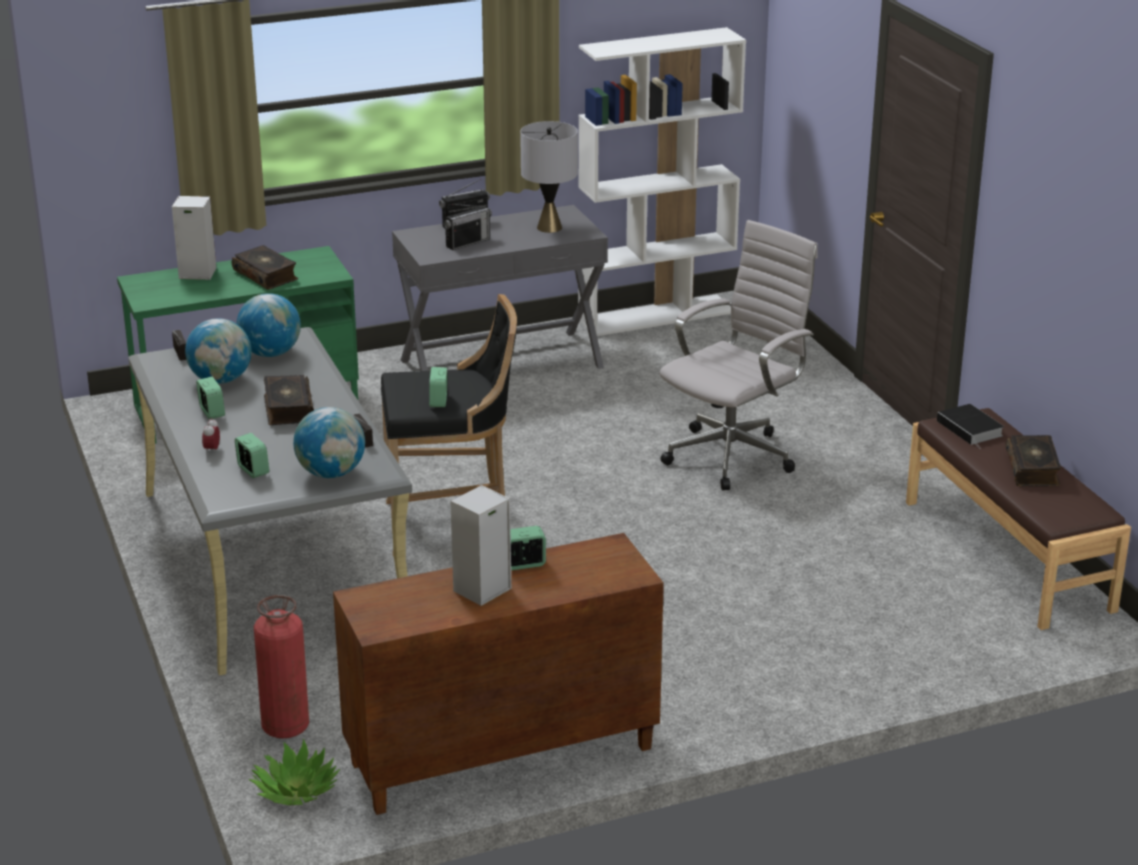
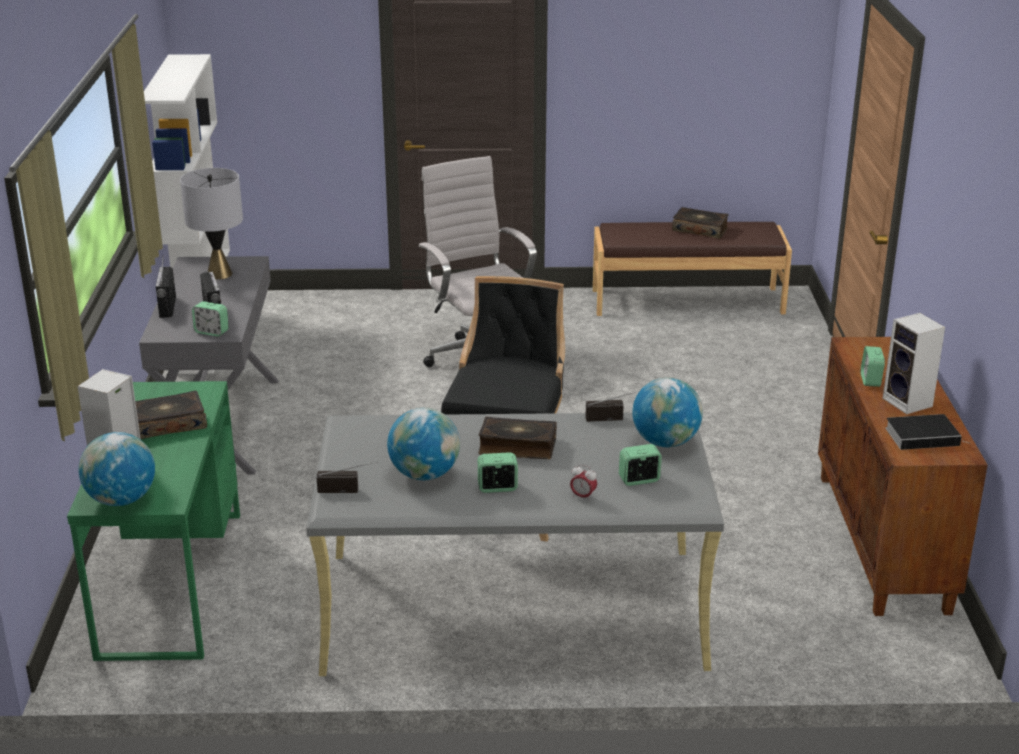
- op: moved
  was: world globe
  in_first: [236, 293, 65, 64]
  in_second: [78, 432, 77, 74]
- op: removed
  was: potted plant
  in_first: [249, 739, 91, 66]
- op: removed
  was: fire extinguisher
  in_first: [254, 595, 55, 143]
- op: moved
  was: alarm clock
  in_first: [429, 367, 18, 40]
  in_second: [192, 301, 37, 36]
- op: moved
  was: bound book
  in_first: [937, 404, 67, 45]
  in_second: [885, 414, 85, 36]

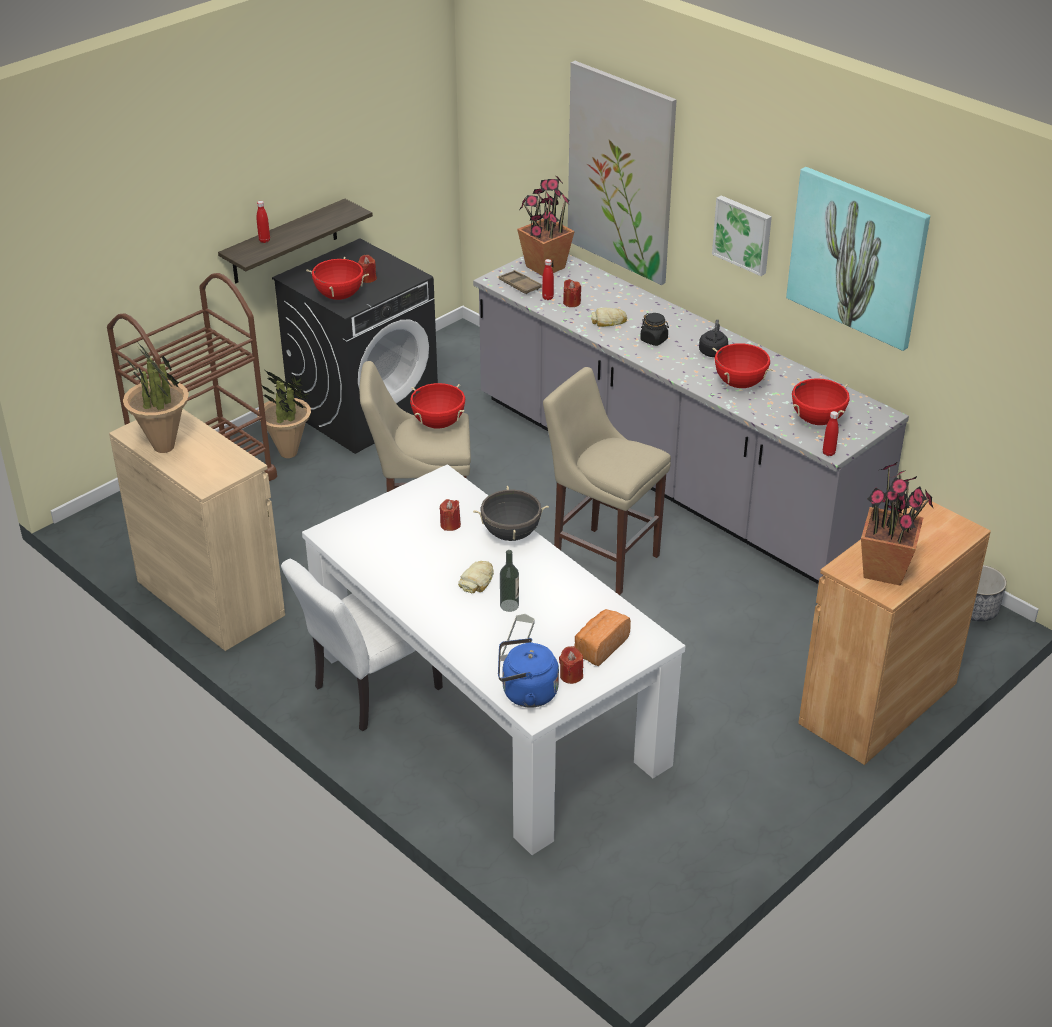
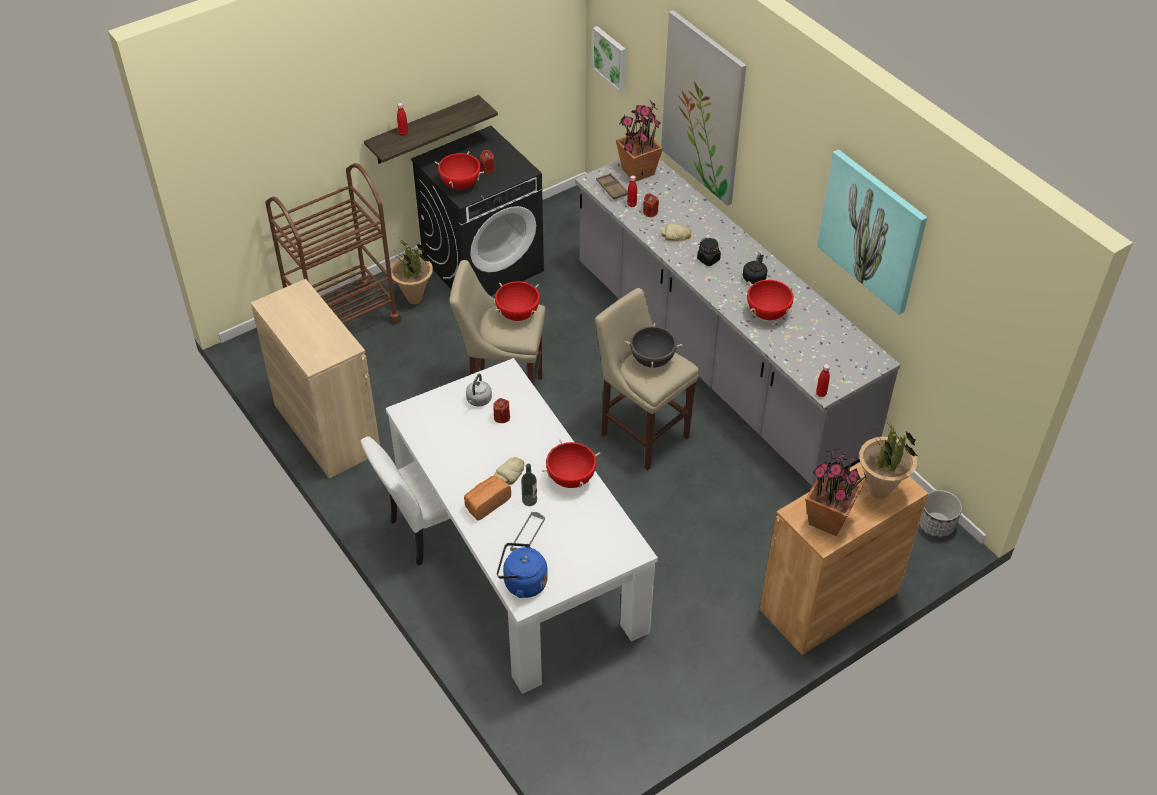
- op: moved
  was: potted plant
  in_first: [123, 343, 66, 110]
  in_second: [859, 417, 59, 82]
- op: moved
  was: black-coloured saucepot
  in_first: [473, 486, 76, 55]
  in_second: [625, 323, 57, 45]
- op: removed
  was: reddish wax candle
  in_first: [559, 646, 24, 38]
- op: moved
  was: bread
  in_first: [574, 609, 57, 57]
  in_second: [464, 476, 47, 45]
- op: moved
  was: wall picture
  in_first: [712, 195, 60, 81]
  in_second: [592, 26, 34, 65]
- op: moved
  was: reddish saucepot
  in_first: [792, 378, 58, 47]
  in_second: [542, 440, 59, 48]
- op: added
  now: gray water kettle
  in_second: [466, 374, 26, 32]

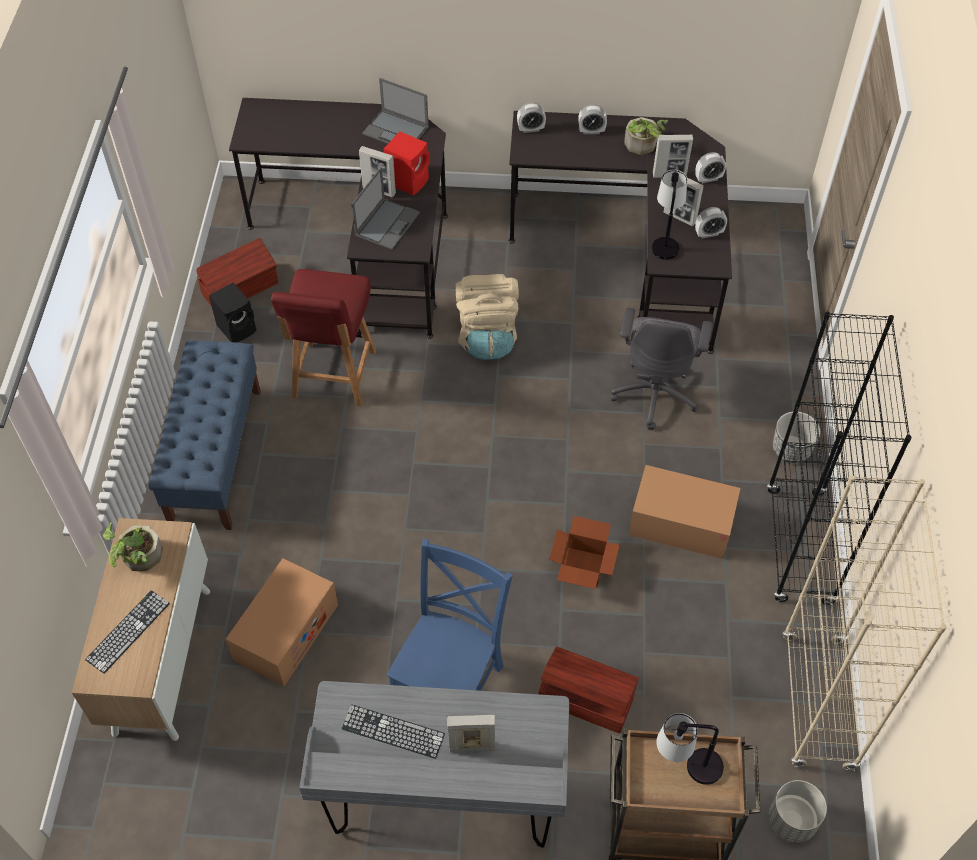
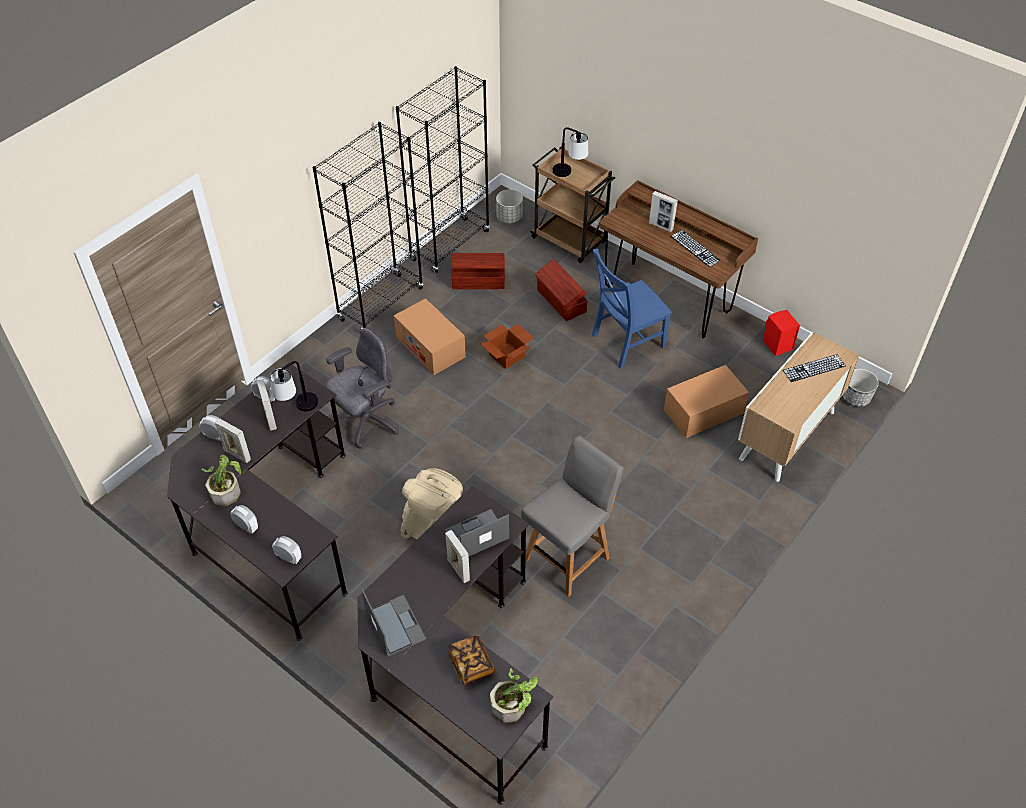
- op: moved
  was: potted plant
  in_first: [103, 522, 60, 49]
  in_second: [490, 668, 48, 55]
- op: removed
  was: blue-coloured bench
  in_first: [149, 341, 112, 189]
- op: moved
  was: brownish storage container
  in_first: [197, 238, 82, 69]
  in_second: [451, 253, 54, 36]
- op: removed
  was: black-coloured audio speaker
  in_first: [209, 283, 48, 60]
- op: recoloured
  was: reddish chair
  now: gray chair
  in_first: [271, 269, 105, 137]
  in_second: [521, 436, 103, 161]
- op: recoloured
  was: gray desk
  now: brownish desk
  in_first: [299, 681, 270, 167]
  in_second: [599, 180, 159, 158]
- op: moved
  was: reddish audio speaker
  in_first: [384, 132, 46, 63]
  in_second: [763, 310, 37, 46]
- op: moved
  was: planter
  in_first: [773, 412, 47, 51]
  in_second: [842, 368, 37, 39]
- op: recoloured
  was: beige-coloured bookcase
  now: black-coloured bookcase
  in_first: [783, 475, 164, 296]
  in_second: [396, 66, 94, 208]
- op: added
  now: bound book
  in_second: [448, 635, 48, 50]

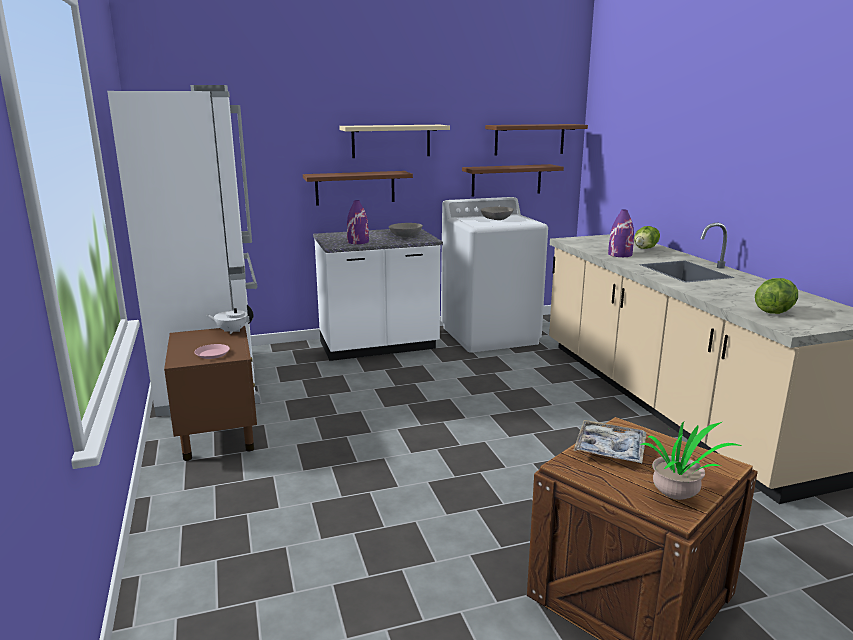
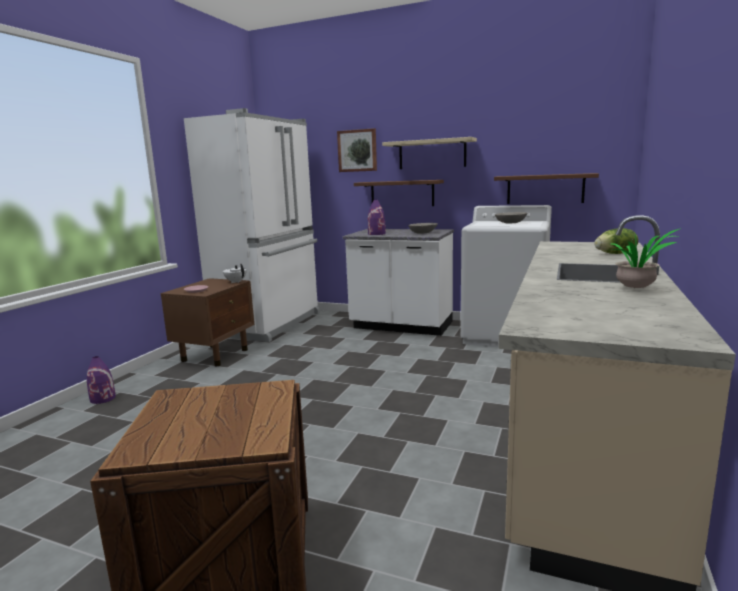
- op: removed
  was: brownish wall shelf
  in_first: [485, 124, 103, 31]
- op: removed
  was: serving tray
  in_first: [573, 420, 73, 43]
- op: moved
  was: purplish vase
  in_first: [608, 209, 26, 48]
  in_second: [87, 356, 29, 48]
- op: moved
  was: potted plant
  in_first: [640, 422, 101, 78]
  in_second: [611, 228, 70, 60]
- op: removed
  was: head of lettuce
  in_first: [755, 278, 43, 36]
- op: added
  now: wall picture
  in_second: [337, 128, 40, 44]

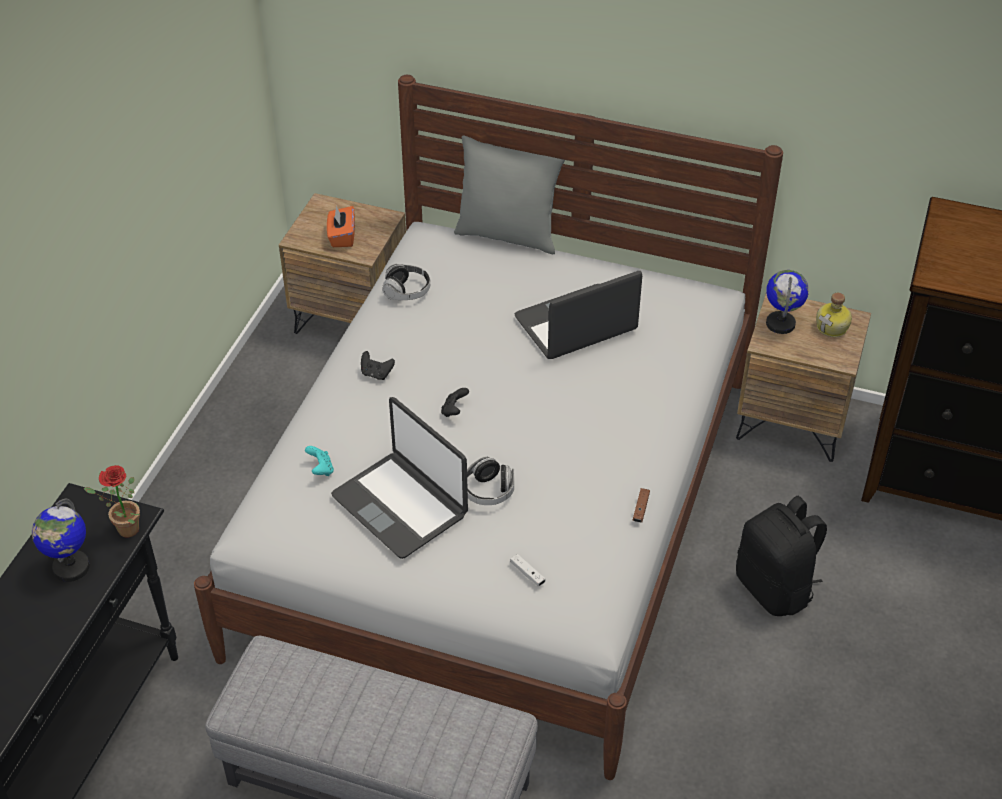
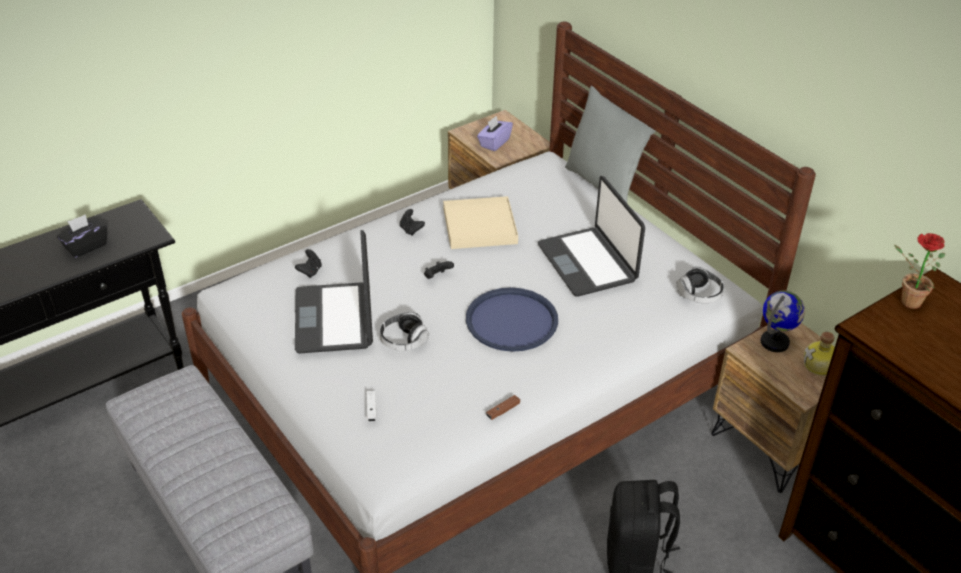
- op: replaced
  was: world globe
  now: black-coloured tissue box
  in_first: [32, 499, 58, 83]
  in_second: [57, 214, 50, 44]
- op: moved
  was: potted plant
  in_first: [84, 465, 56, 73]
  in_second: [894, 233, 51, 76]
- op: recoloured
  was: turquoise-coloured joypad
  now: black-coloured joypad
  in_first: [305, 446, 29, 30]
  in_second: [295, 249, 27, 29]
- op: recoloured
  was: orange-coloured tissue box
  now: purplish tissue box
  in_first: [327, 206, 28, 41]
  in_second: [477, 115, 36, 36]
- op: moved
  was: headset
  in_first: [382, 264, 48, 36]
  in_second: [676, 266, 48, 37]
- op: turned
  was: notebook computer
  in_first: [514, 271, 128, 88]
  in_second: [538, 176, 107, 121]
  clockwise: -120
- op: added
  now: beige-coloured serving tray
  in_second: [443, 196, 75, 53]
- op: added
  now: blue-coloured serving tray
  in_second: [466, 287, 92, 65]

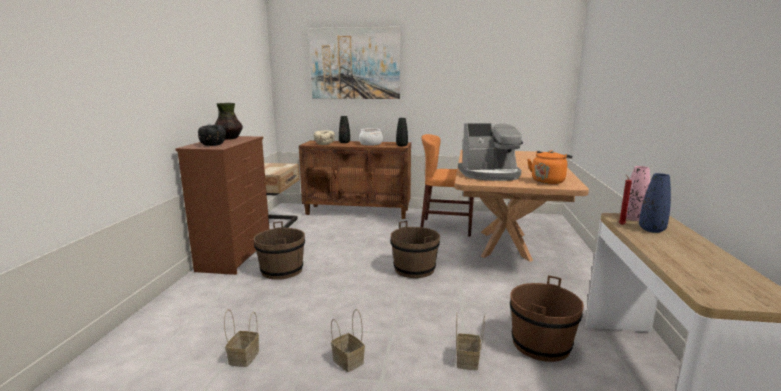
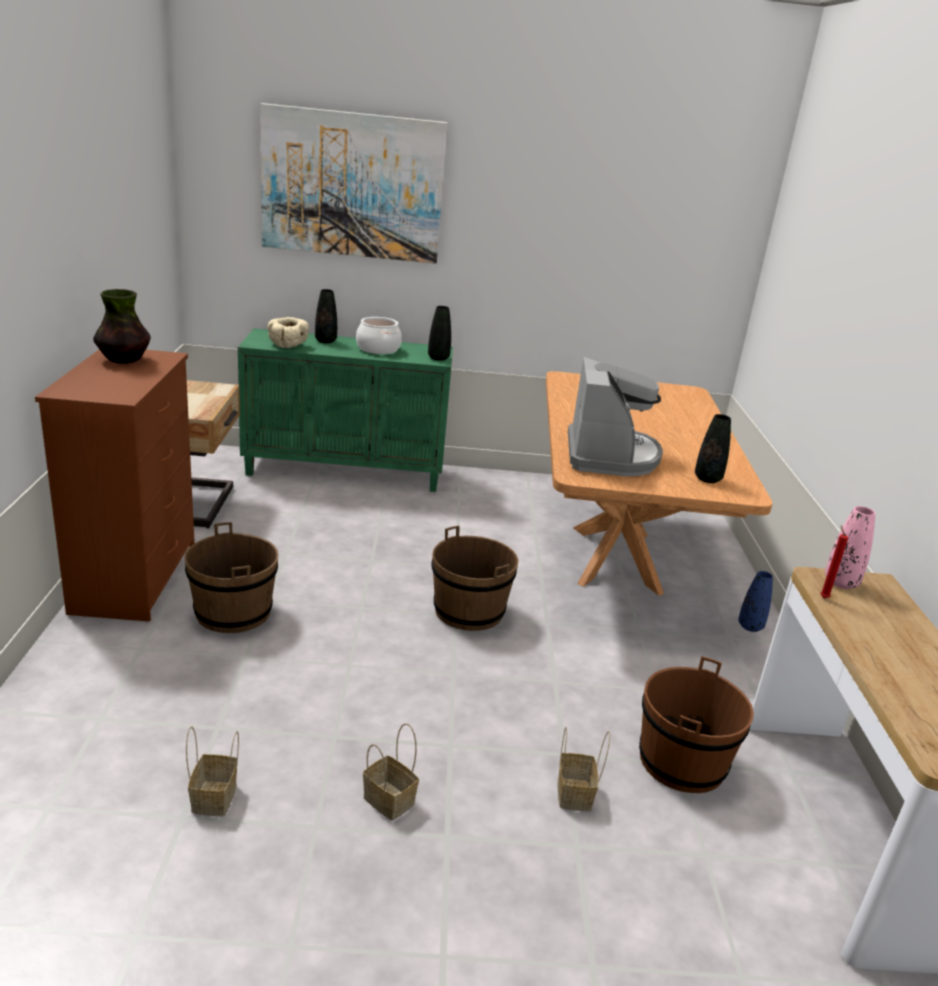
- op: removed
  was: black-coloured serving bowl
  in_first: [198, 125, 28, 21]
- op: recoloured
  was: brownish cupboard
  now: green cupboard
  in_first: [299, 140, 112, 79]
  in_second: [238, 328, 215, 164]
- op: removed
  was: orange-coloured chair
  in_first: [420, 134, 54, 103]
- op: turned
  was: coffee maker
  in_first: [458, 123, 65, 58]
  in_second: [568, 357, 95, 119]
  clockwise: -75
- op: replaced
  was: orange-coloured water kettle
  now: black-coloured vase
  in_first: [527, 150, 46, 34]
  in_second: [695, 414, 36, 69]
- op: moved
  was: blue-coloured vase
  in_first: [639, 173, 32, 60]
  in_second: [738, 571, 35, 61]

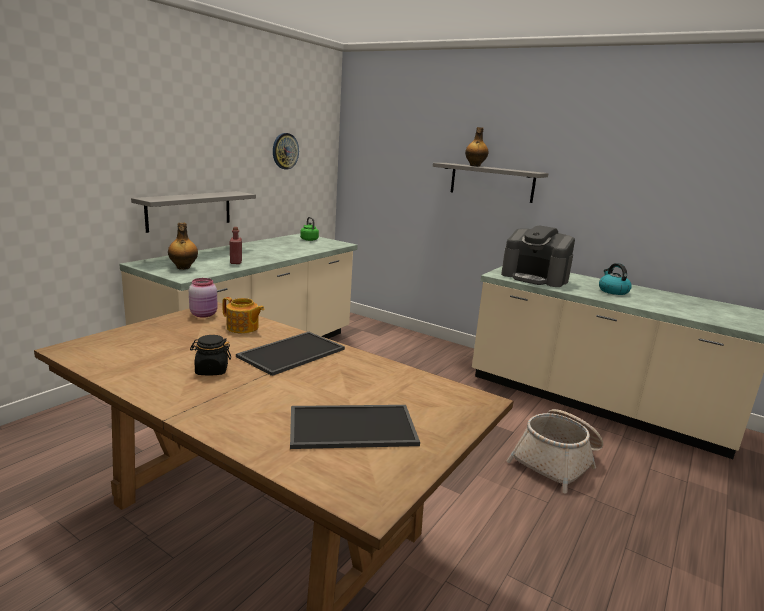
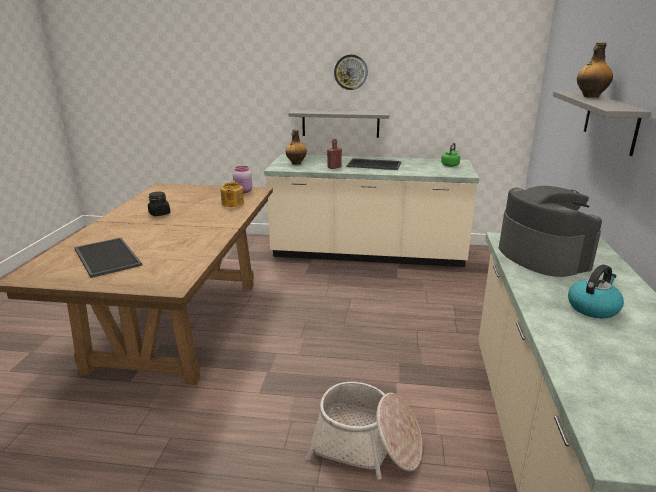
- op: moved
  was: serving tray
  in_first: [236, 332, 109, 44]
  in_second: [346, 158, 55, 12]
- op: moved
  was: clock on the wall
  in_first: [273, 133, 26, 36]
  in_second: [334, 55, 34, 35]
- op: turned
  was: coffee maker
  in_first: [501, 226, 74, 61]
  in_second: [499, 186, 103, 91]
  clockwise: 150

